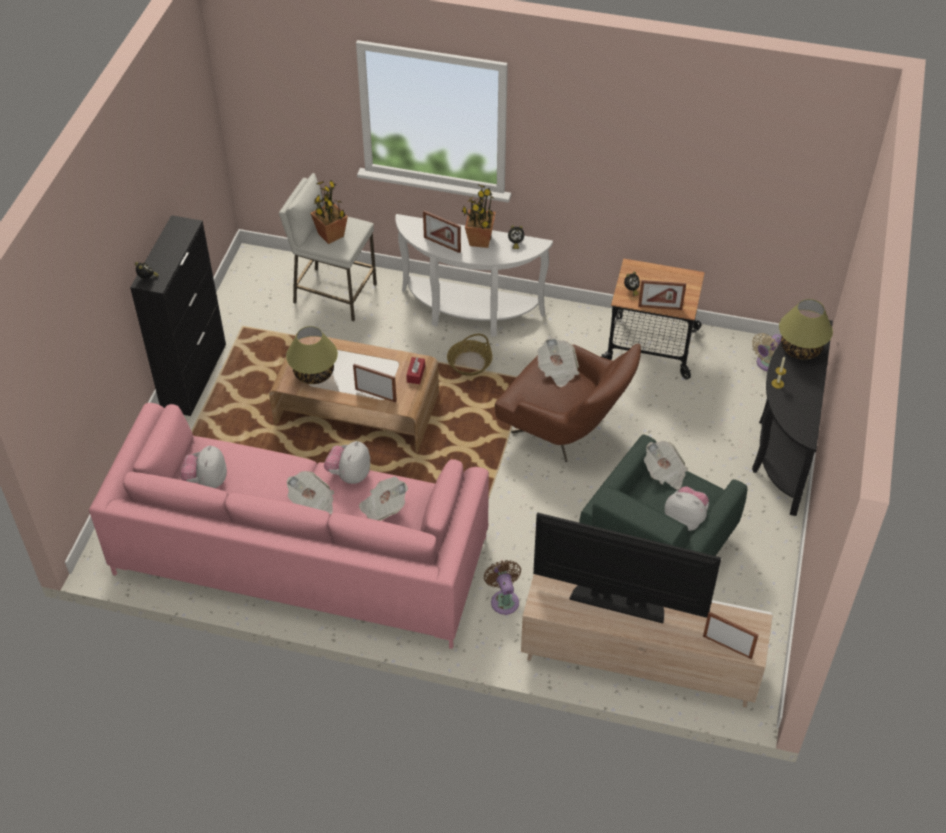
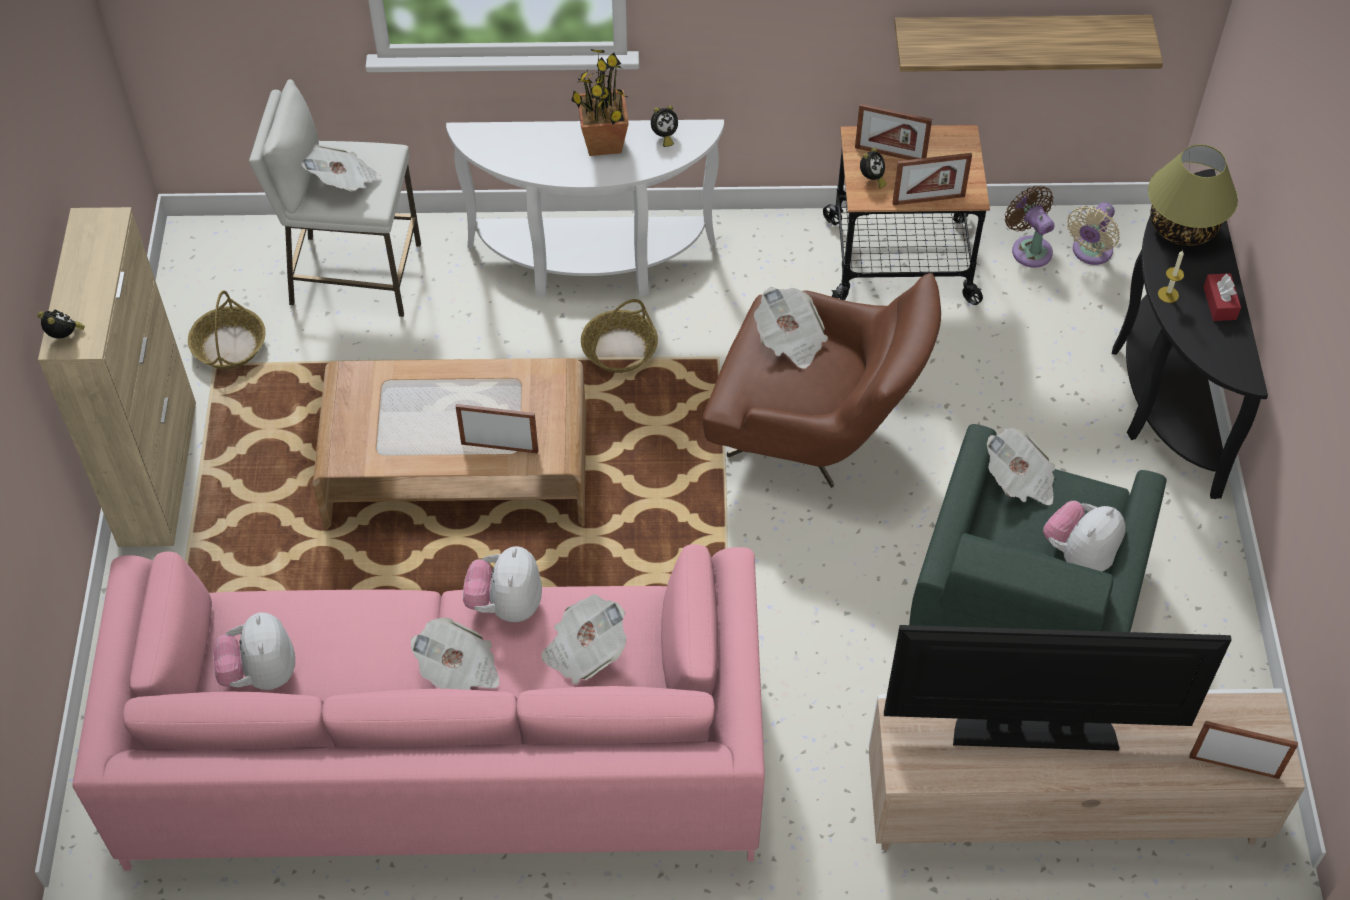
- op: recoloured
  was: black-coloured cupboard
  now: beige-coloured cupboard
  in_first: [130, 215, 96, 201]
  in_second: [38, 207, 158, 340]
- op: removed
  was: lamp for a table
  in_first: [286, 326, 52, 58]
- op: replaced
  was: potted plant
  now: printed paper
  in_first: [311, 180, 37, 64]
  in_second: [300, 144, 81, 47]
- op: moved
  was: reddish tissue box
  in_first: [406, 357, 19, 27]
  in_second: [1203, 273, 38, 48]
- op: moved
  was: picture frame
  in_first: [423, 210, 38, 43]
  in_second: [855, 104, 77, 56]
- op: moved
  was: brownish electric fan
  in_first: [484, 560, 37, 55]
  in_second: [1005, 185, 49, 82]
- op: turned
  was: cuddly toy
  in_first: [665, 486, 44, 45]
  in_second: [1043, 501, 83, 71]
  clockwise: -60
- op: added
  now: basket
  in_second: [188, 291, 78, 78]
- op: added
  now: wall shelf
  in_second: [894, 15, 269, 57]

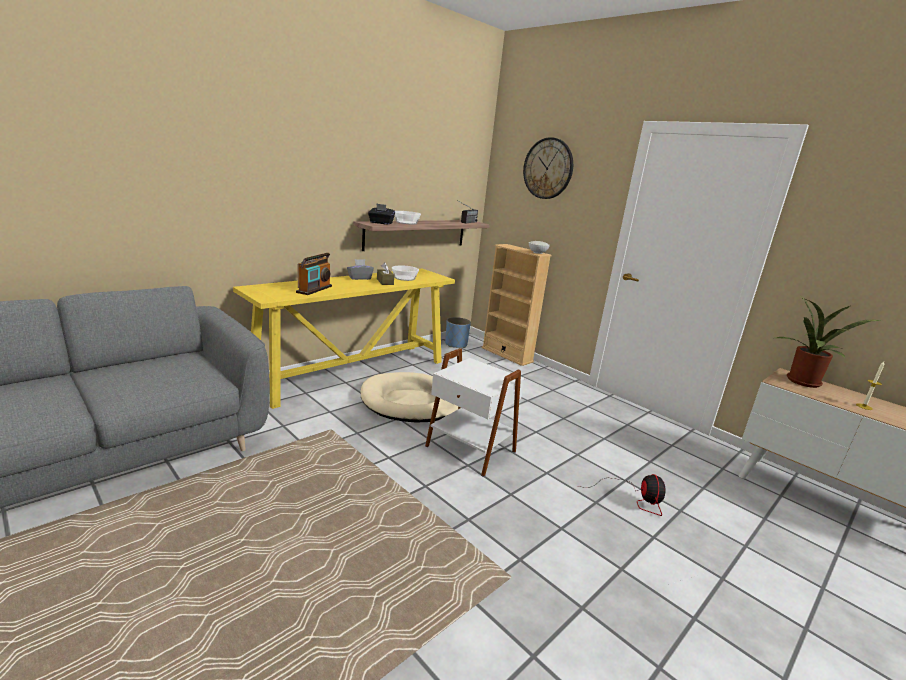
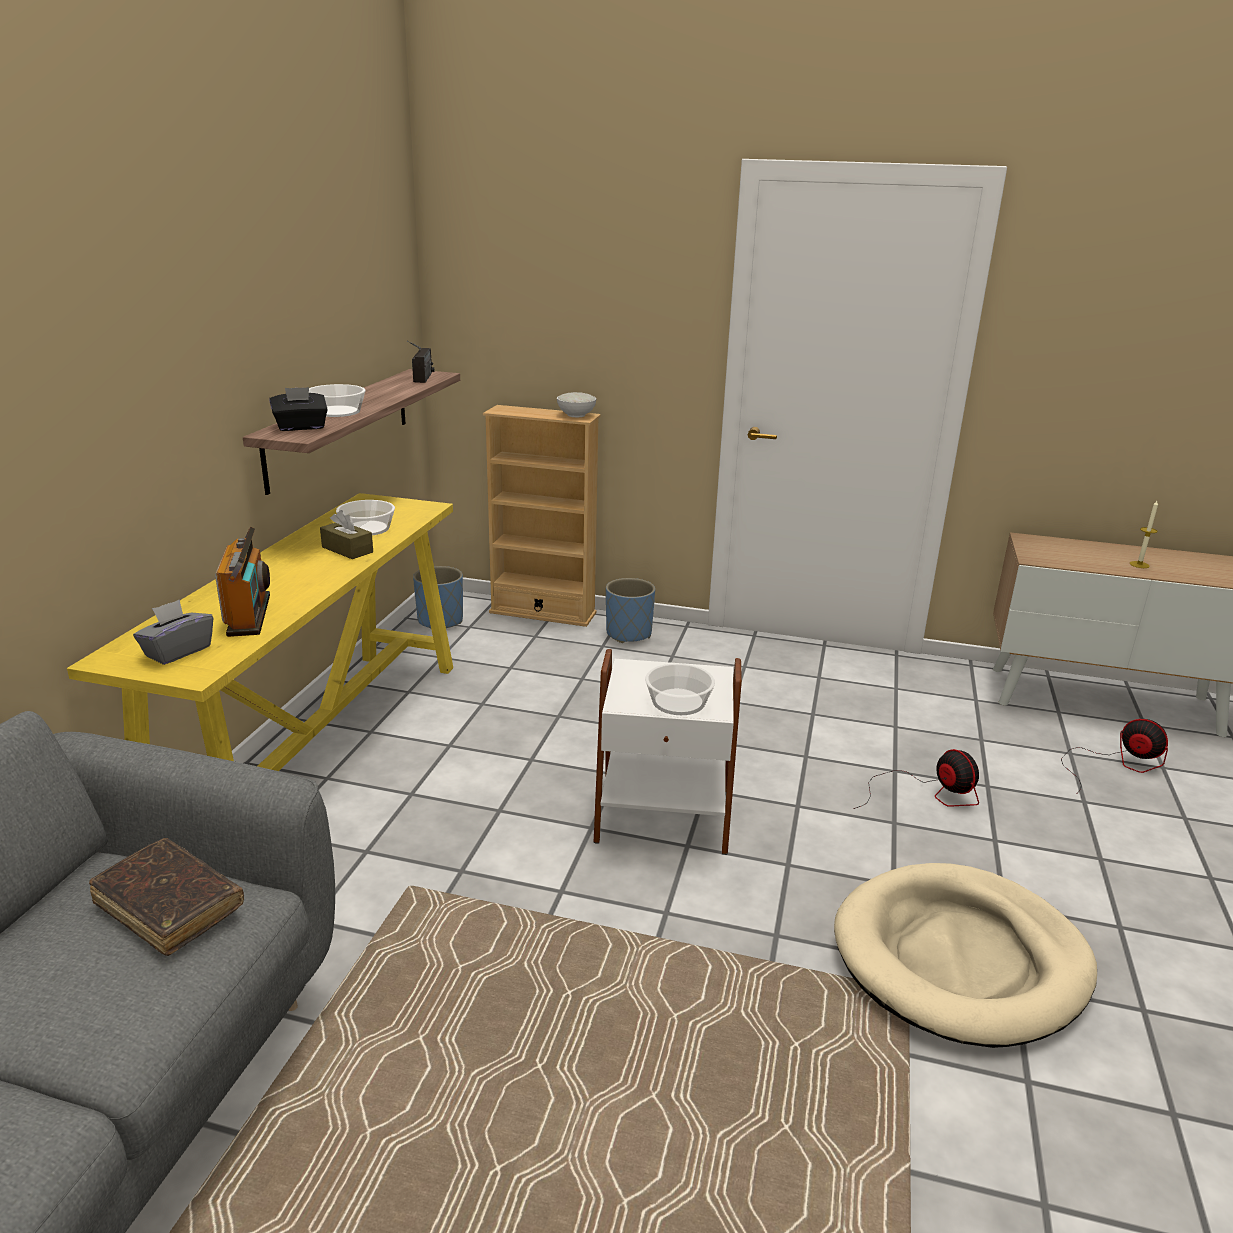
- op: moved
  was: gray tissue box
  in_first: [347, 259, 27, 21]
  in_second: [133, 600, 80, 65]
- op: moved
  was: beige-coloured pet bed
  in_first: [361, 372, 97, 51]
  in_second: [834, 863, 263, 185]
- op: removed
  was: clock on the wall
  in_first: [523, 137, 50, 62]
- op: removed
  was: potted plant
  in_first: [773, 298, 109, 90]
- op: added
  now: brownish bound book
  in_second: [89, 838, 155, 118]
- op: added
  now: blue-coloured planter
  in_second: [606, 578, 49, 65]
- op: added
  now: serving bowl
  in_second: [645, 663, 70, 52]
- op: added
  now: electric fan
  in_second: [1061, 719, 107, 73]

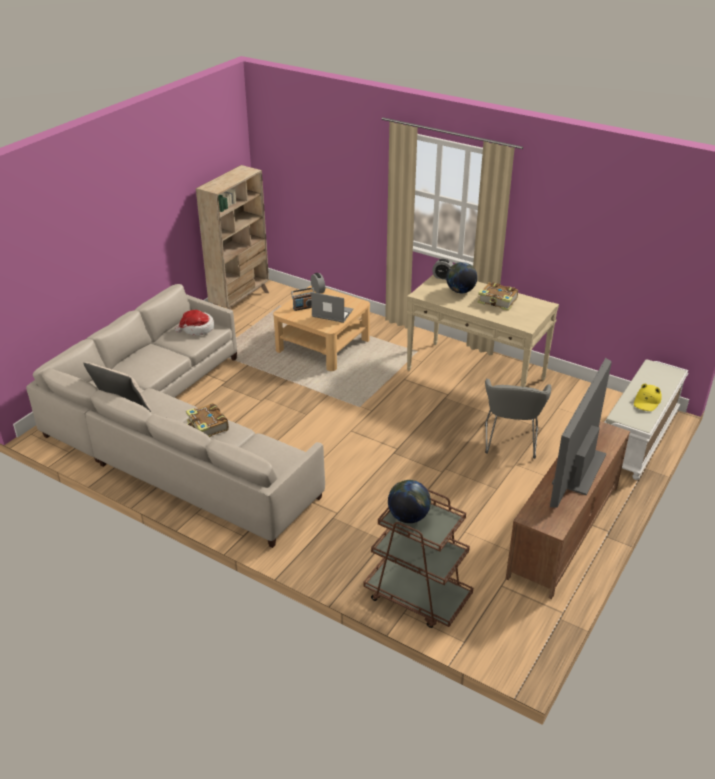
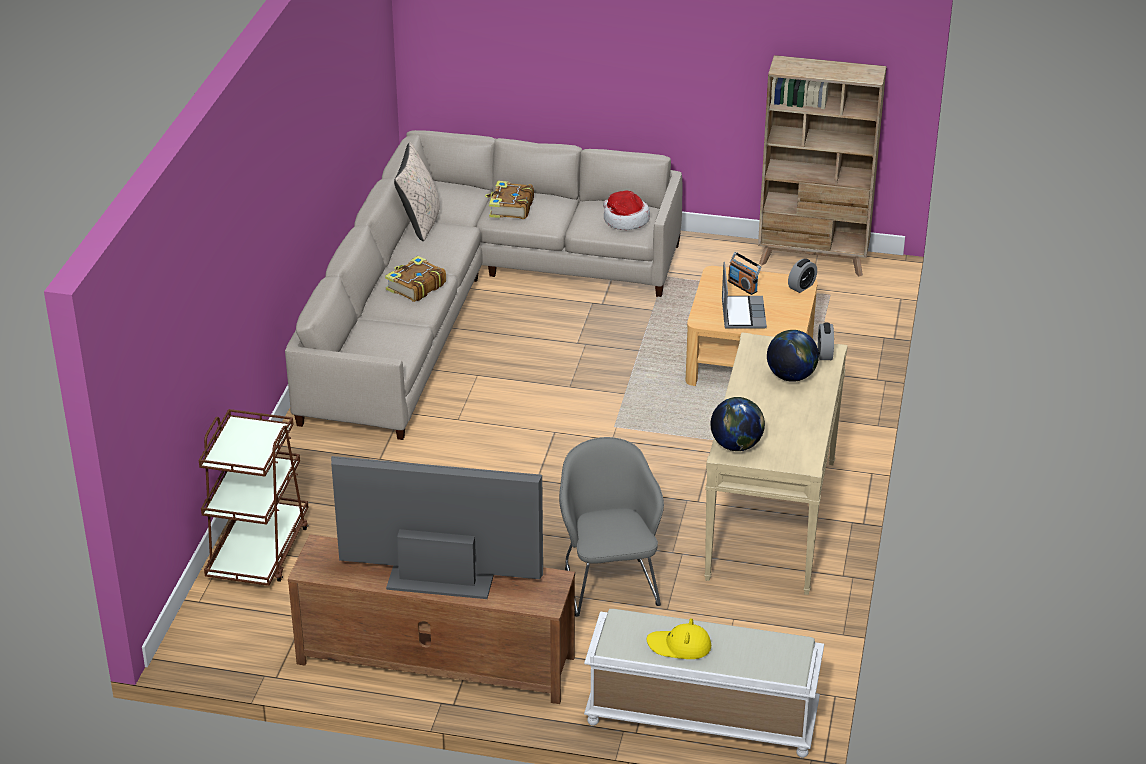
- op: moved
  was: world globe
  in_first: [388, 480, 43, 43]
  in_second: [710, 397, 55, 54]
- op: moved
  was: bound book
  in_first: [478, 282, 40, 29]
  in_second: [485, 181, 49, 38]
- op: turned
  was: gray armchair
  in_first: [485, 378, 66, 81]
  in_second: [559, 437, 105, 180]
  clockwise: 90

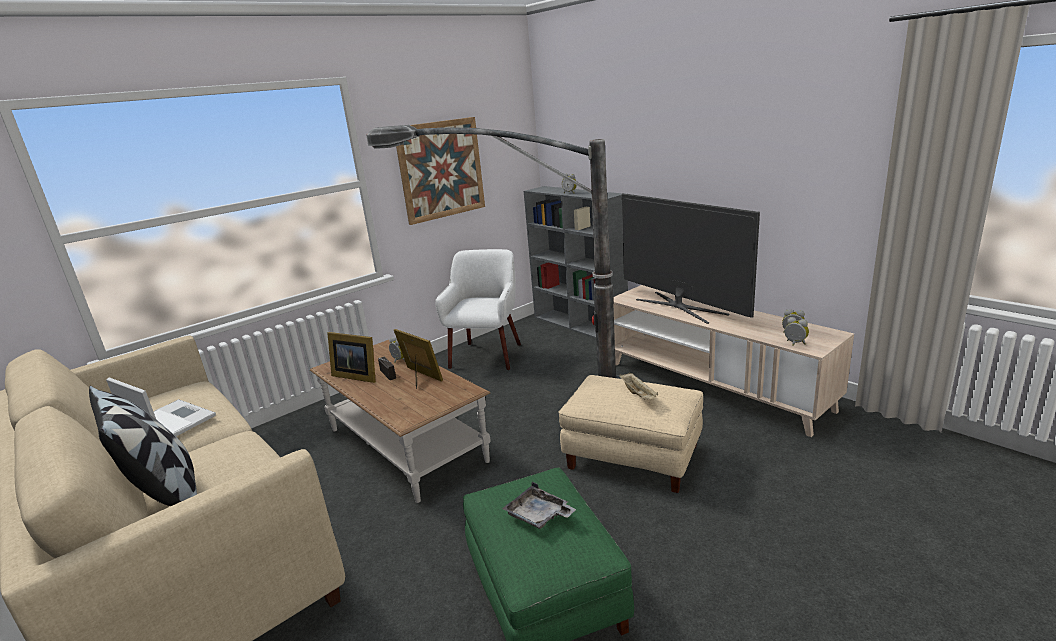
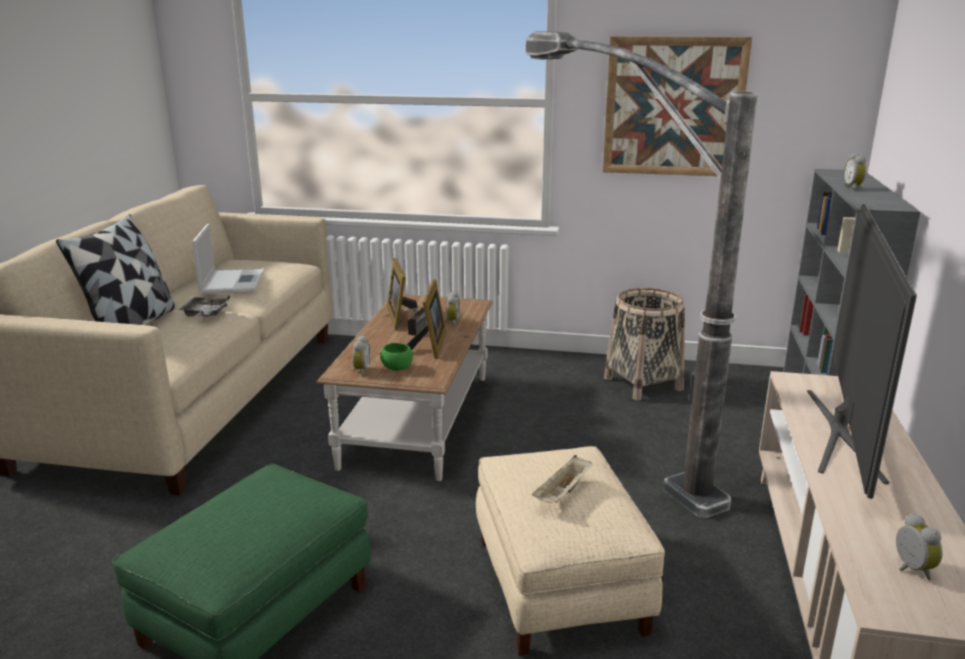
- op: replaced
  was: white-coloured armchair
  now: basket
  in_first: [435, 249, 86, 121]
  in_second: [604, 288, 81, 113]
- op: moved
  was: gray serving tray
  in_first: [502, 482, 74, 47]
  in_second: [179, 295, 51, 22]
- op: moved
  was: alarm clock
  in_first: [784, 317, 25, 29]
  in_second: [352, 335, 19, 41]
- op: added
  now: green serving bowl
  in_second: [381, 343, 32, 28]

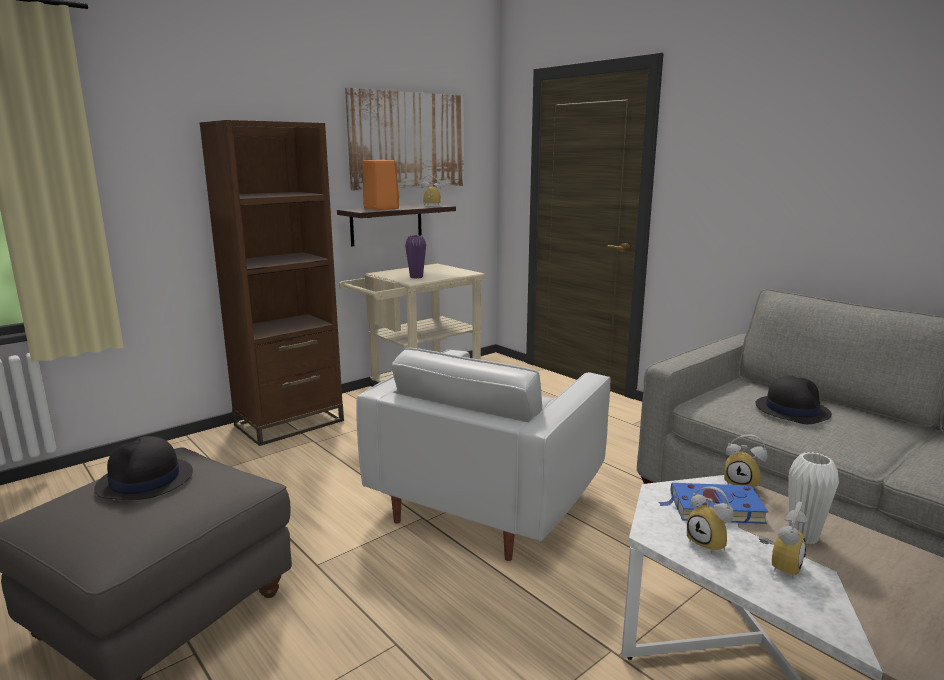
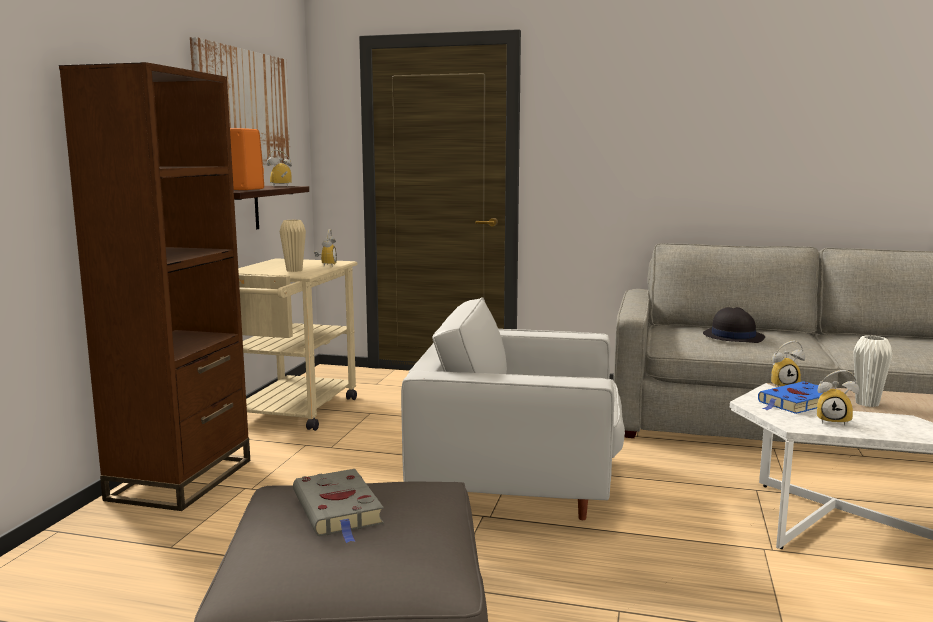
- op: replaced
  was: black-coloured hat
  now: gray bound book
  in_first: [94, 436, 99, 64]
  in_second: [293, 469, 91, 74]
- op: turned
  was: white-coloured armchair
  in_first: [356, 348, 255, 213]
  in_second: [401, 297, 224, 223]
  clockwise: 105
- op: recoloured
  was: purplish vase
  now: beige-coloured vase
  in_first: [405, 235, 21, 43]
  in_second: [280, 220, 26, 52]
- op: moved
  was: alarm clock
  in_first: [759, 501, 50, 77]
  in_second: [314, 229, 23, 38]

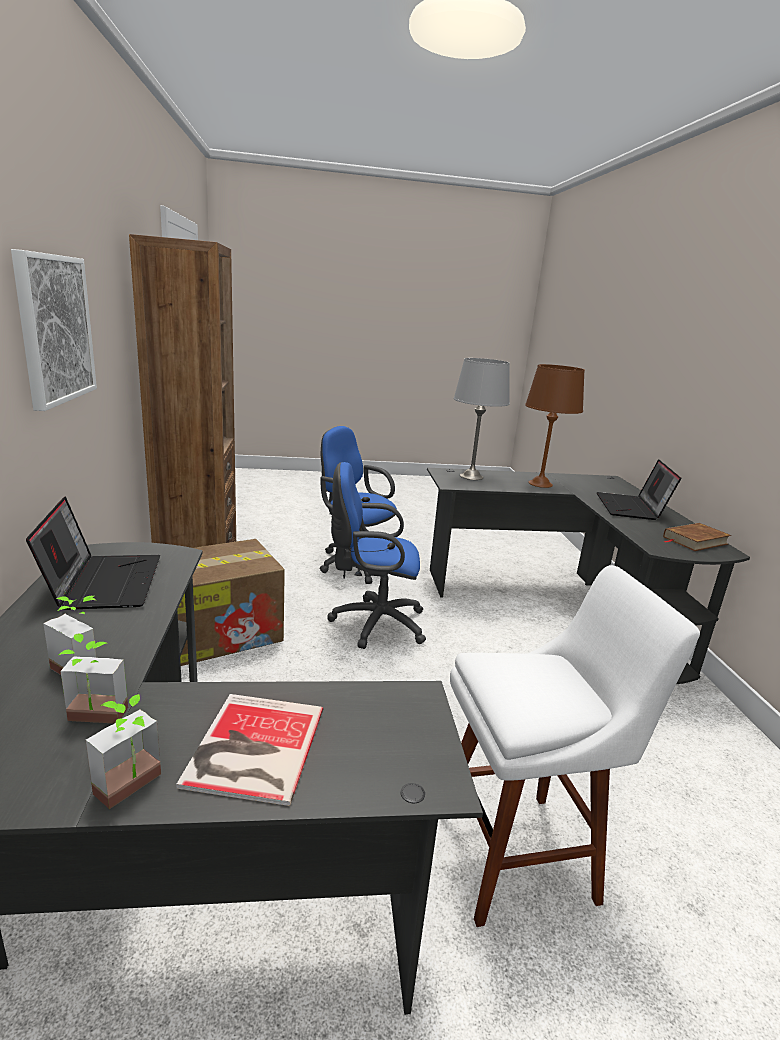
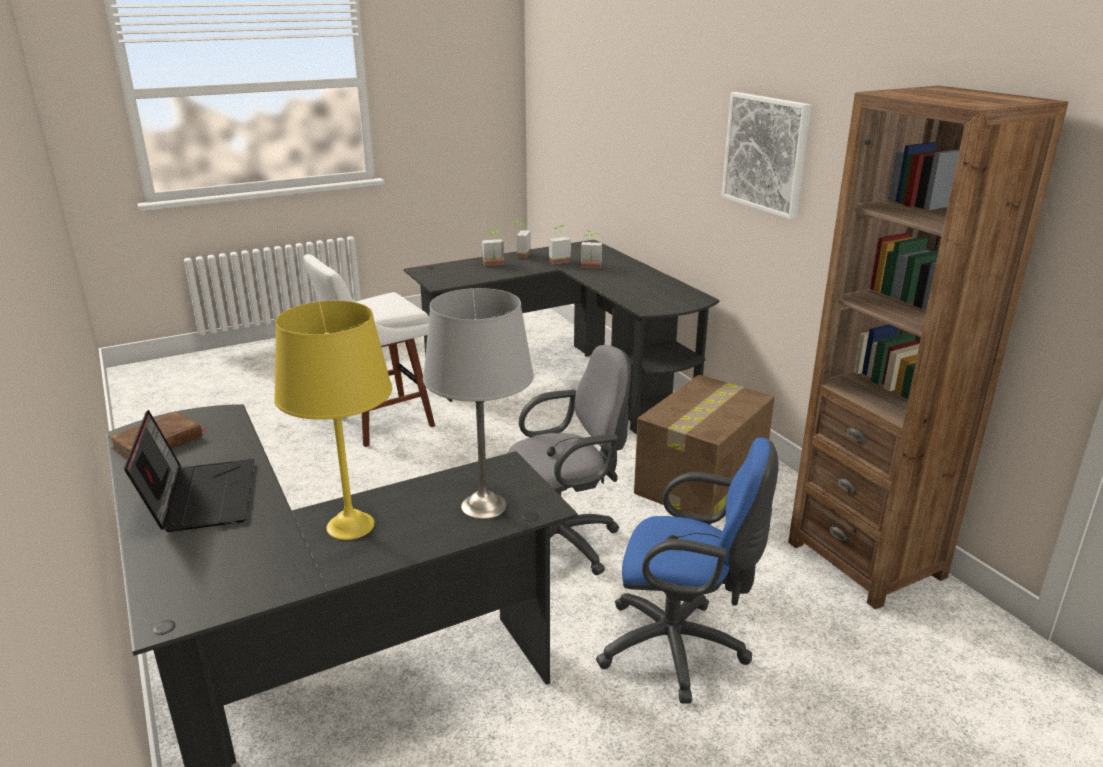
- op: removed
  was: notebook computer
  in_first: [26, 497, 134, 113]
- op: replaced
  was: bound book
  now: potted plant
  in_first: [176, 694, 147, 112]
  in_second: [482, 228, 22, 38]
- op: recoloured
  was: blue-coloured computer chair
  now: gray computer chair
  in_first: [327, 462, 99, 187]
  in_second: [508, 345, 123, 230]
- op: recoloured
  was: brownish lamp for a table
  now: yellow lamp for a table
  in_first: [525, 364, 60, 124]
  in_second: [274, 300, 118, 240]

